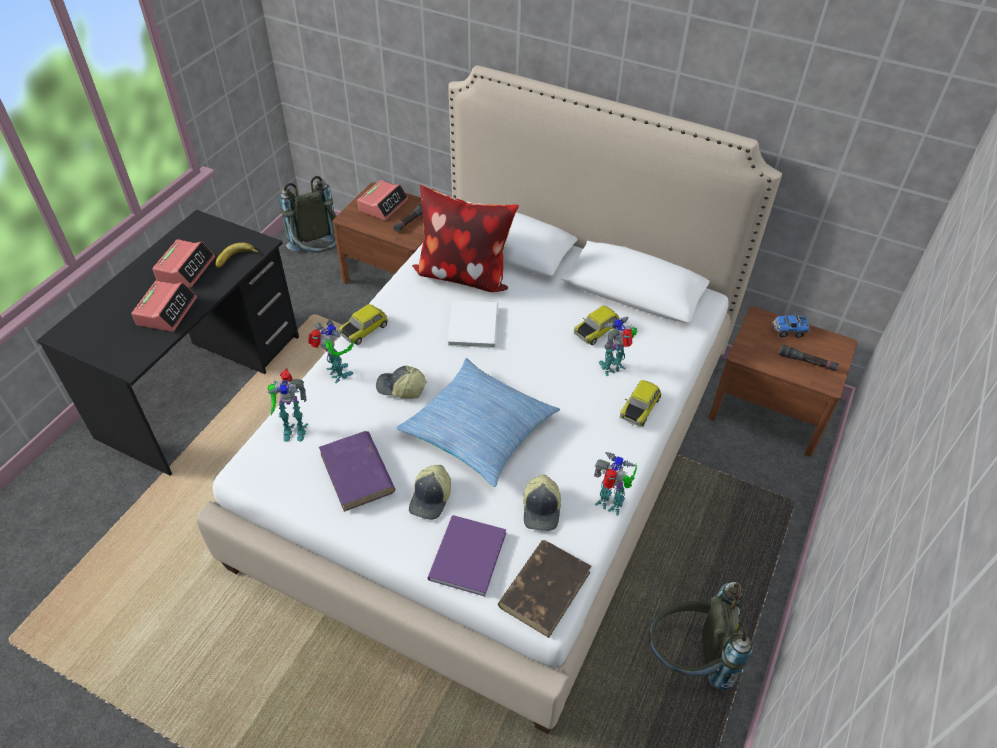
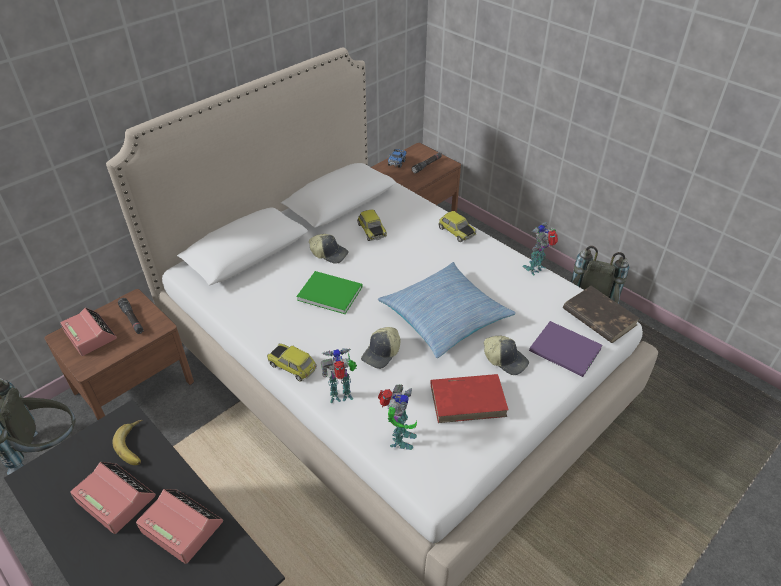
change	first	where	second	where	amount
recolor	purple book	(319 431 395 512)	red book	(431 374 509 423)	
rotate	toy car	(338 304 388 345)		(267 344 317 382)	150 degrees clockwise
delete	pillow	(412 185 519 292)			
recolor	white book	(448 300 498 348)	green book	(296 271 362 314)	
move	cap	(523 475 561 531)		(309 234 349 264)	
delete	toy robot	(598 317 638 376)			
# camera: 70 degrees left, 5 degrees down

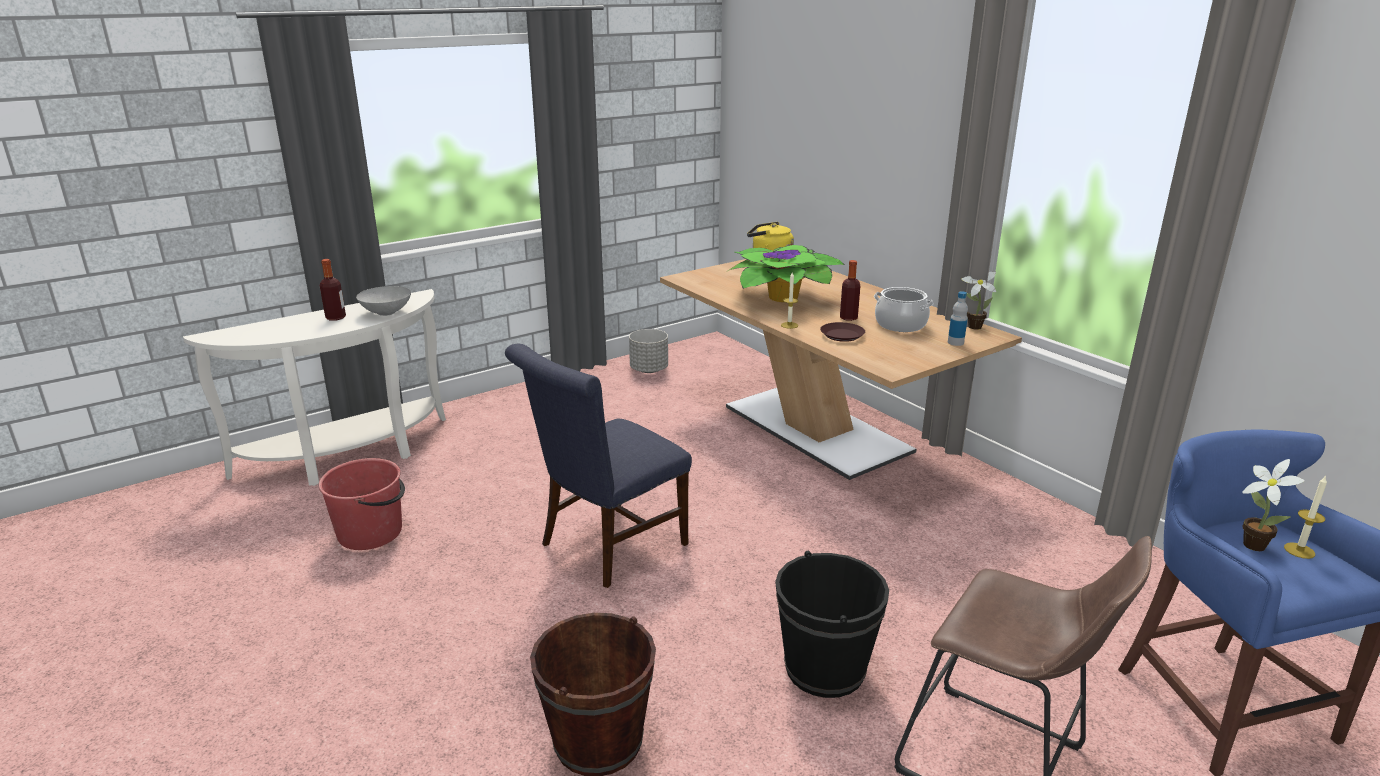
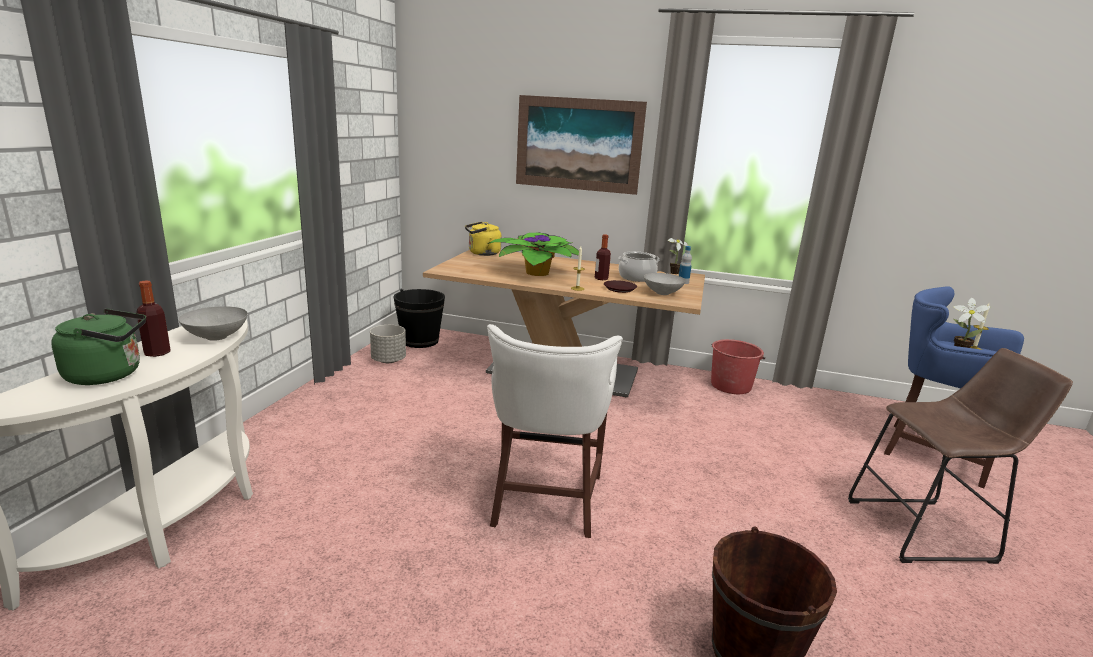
change	first	where	second	where	amount
move	red bucket	(319 458 405 550)		(711 339 765 394)	
replace	blue chair	(505 344 692 588)	white stool	(487 324 623 538)	
move	black bucket	(775 551 889 698)		(393 289 445 348)	
insert			green kettle	(51 309 146 385)	
insert			picture	(516 95 647 195)	
insert			grey bowl	(644 273 686 295)	
# camera: 40 degrees left, 5 degrees down

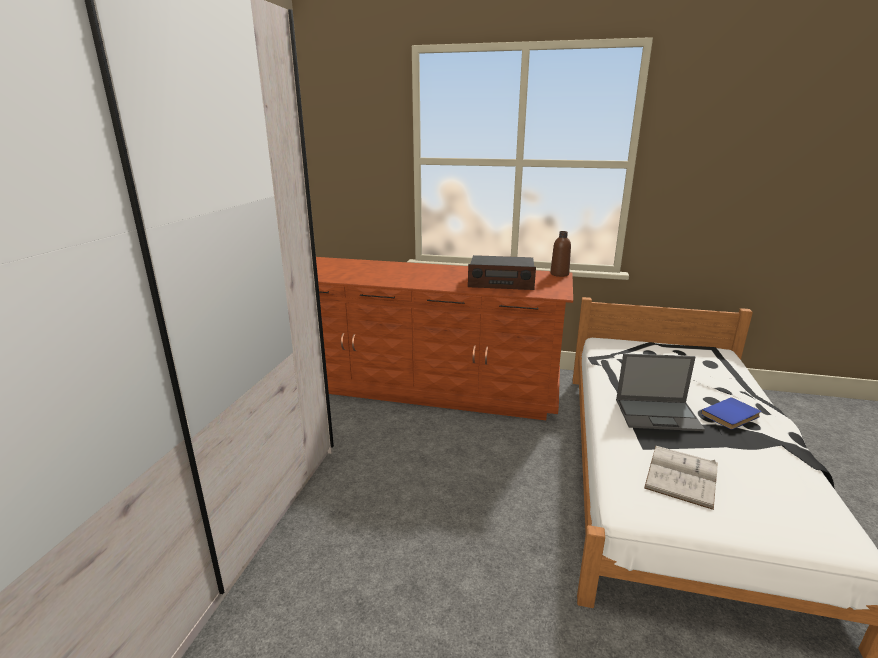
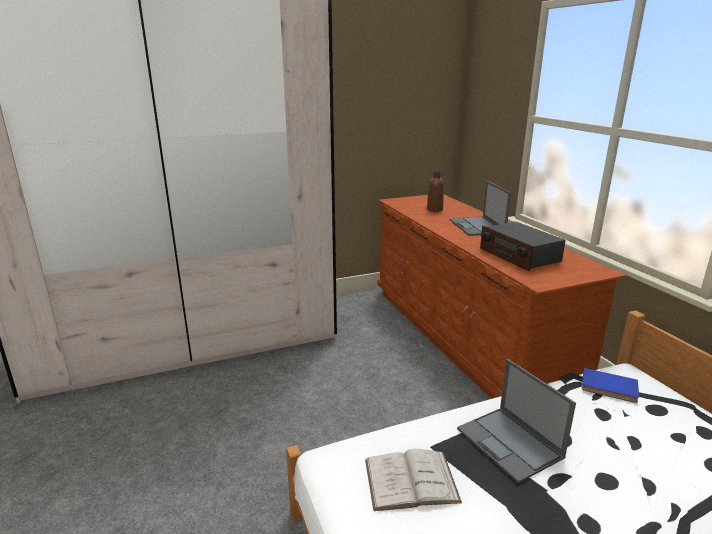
change	first	where	second	where	amount
move	brown bottle	(550 231 571 277)		(427 172 444 212)	
move	blue book	(701 397 761 430)		(582 368 639 403)	
insert			laptop	(450 181 511 236)	
# camera: 55 degrees right, 0 degrees up

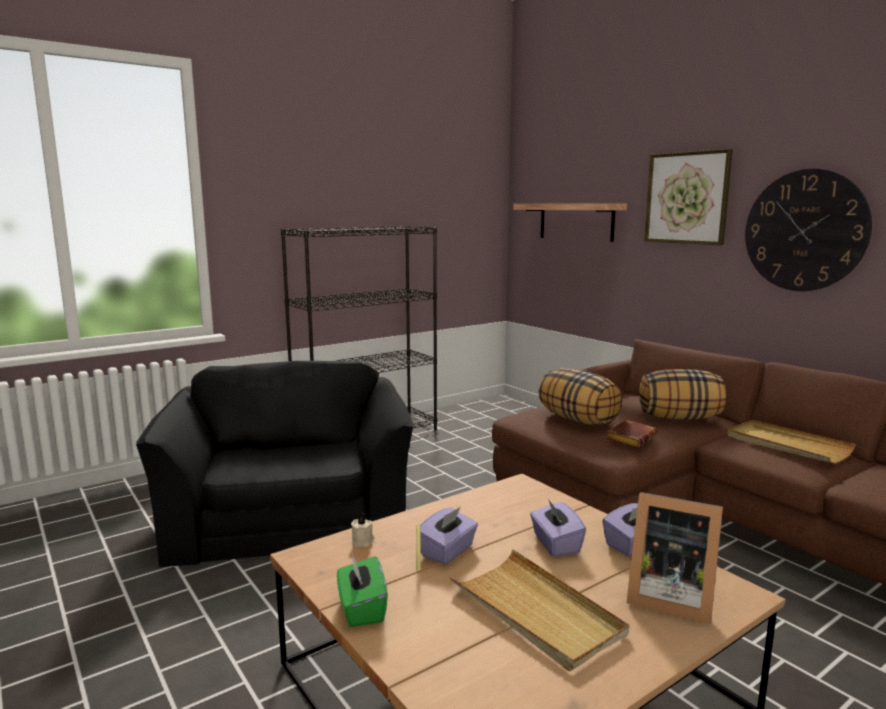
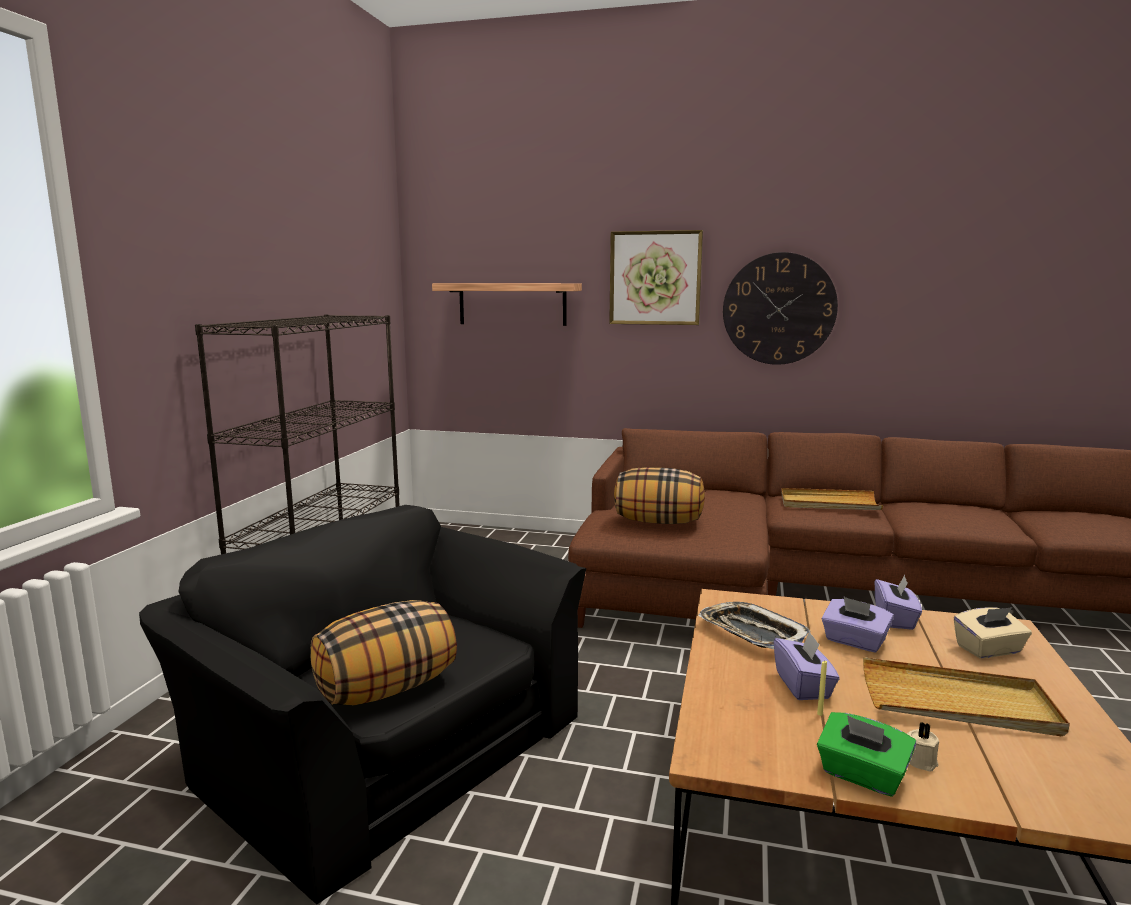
change	first	where	second	where	amount
move	beige candle	(351 513 374 547)		(907 722 939 771)	
delete	brown book	(606 420 657 448)			
replace	picture frame	(627 492 723 624)	beige tissue box	(954 607 1032 658)	
move	pillow	(639 369 726 420)		(310 600 457 705)	
insert			tray	(698 602 810 649)	
# camera: 40 degrees left, 0 degrees up

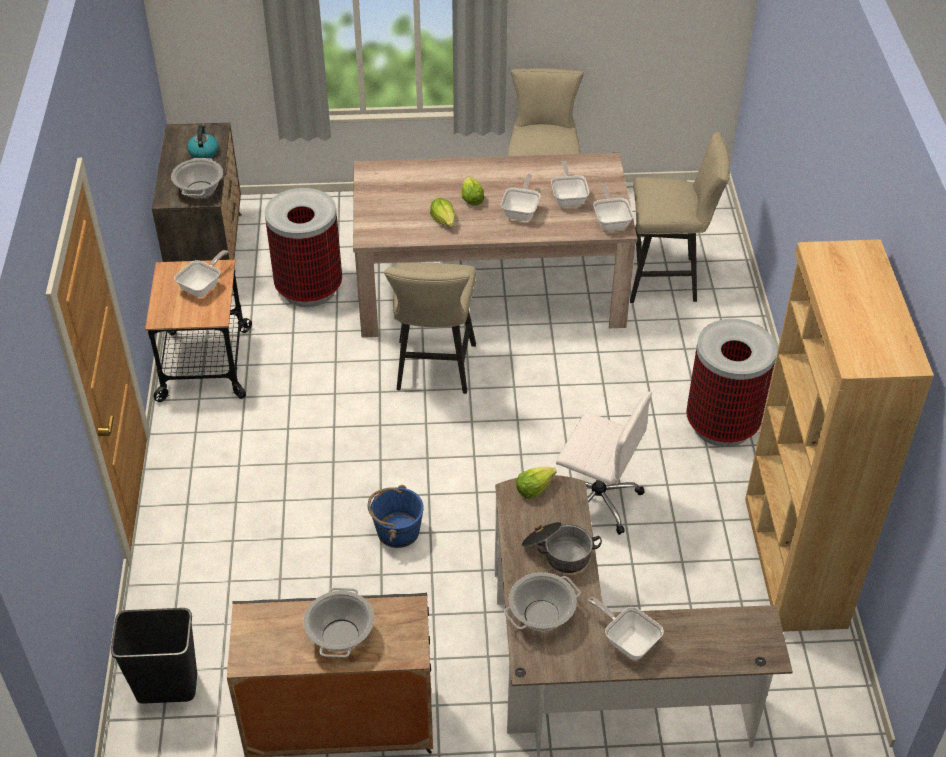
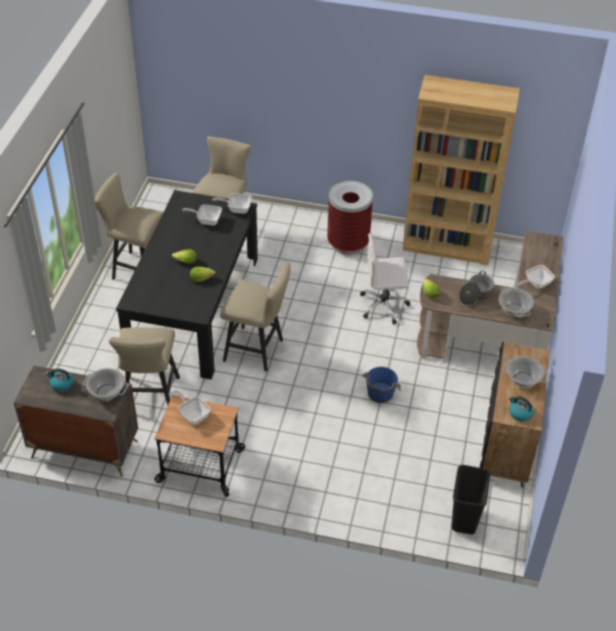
change	first	where	second	where	amount
replace	trash can	(265 188 342 307)	beige stool	(109 327 180 405)	
recolor	beige dining table	(353 153 637 337)	black dining table	(116 190 258 379)	
delete	frying pan	(501 174 540 221)			
rotate	white office chair	(556 392 652 535)		(360 233 410 325)	135 degrees counterclockwise
insert			kettle	(509 396 534 421)	
# camera: 75 degrees left, 0 degrees up

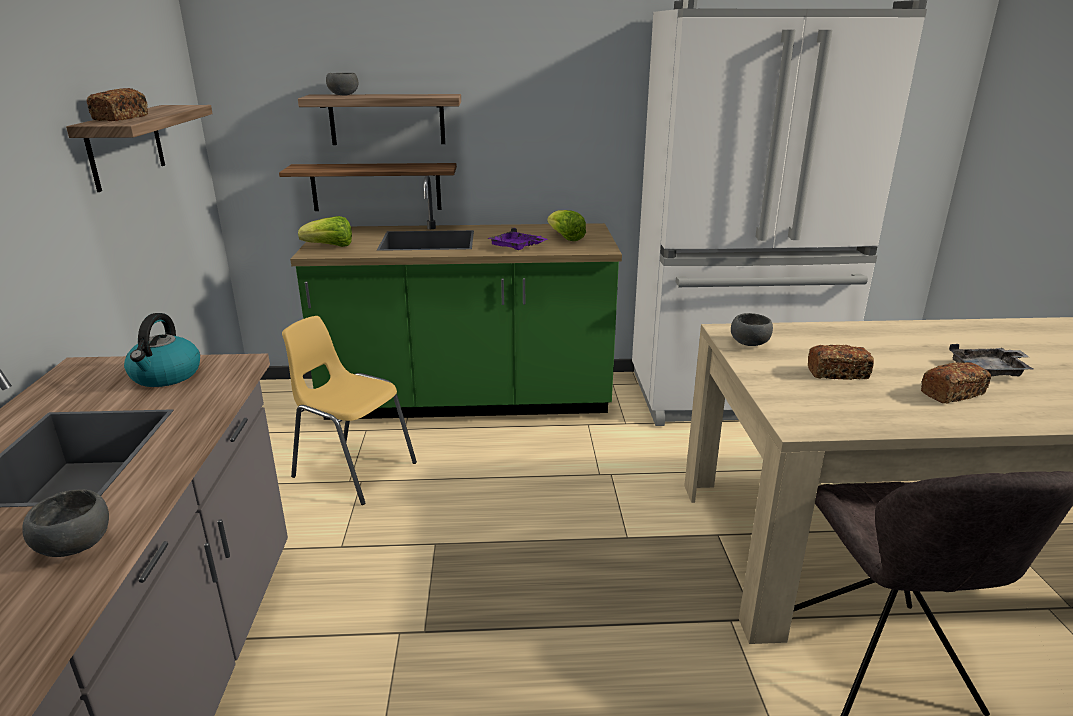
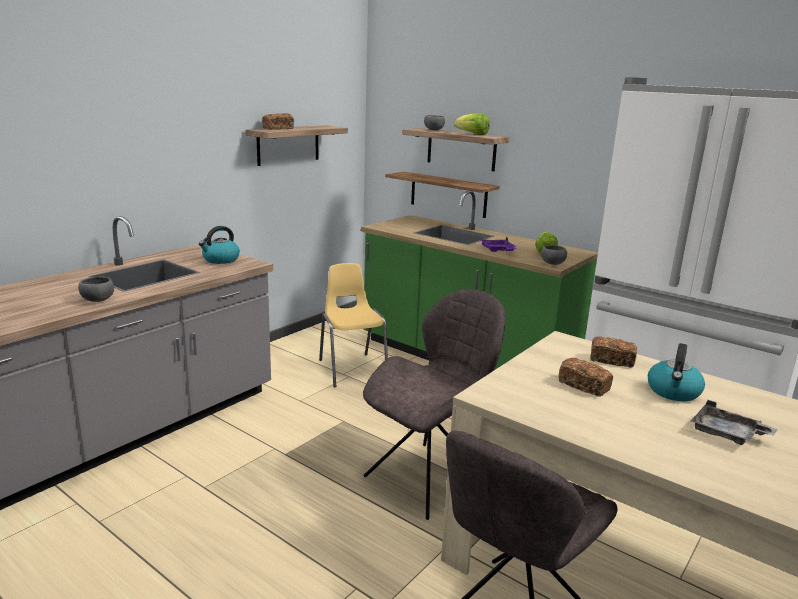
change	first	where	second	where	amount
move	lettuce	(298 216 352 247)		(454 113 490 135)	
move	grey bowl	(731 313 773 346)		(541 245 567 265)	
move	bread	(921 362 991 404)		(590 336 637 368)	
insert			grey chair	(363 289 506 520)	
insert			kettle	(648 343 705 401)	
# camera: 40 degrees right, 5 degrees down

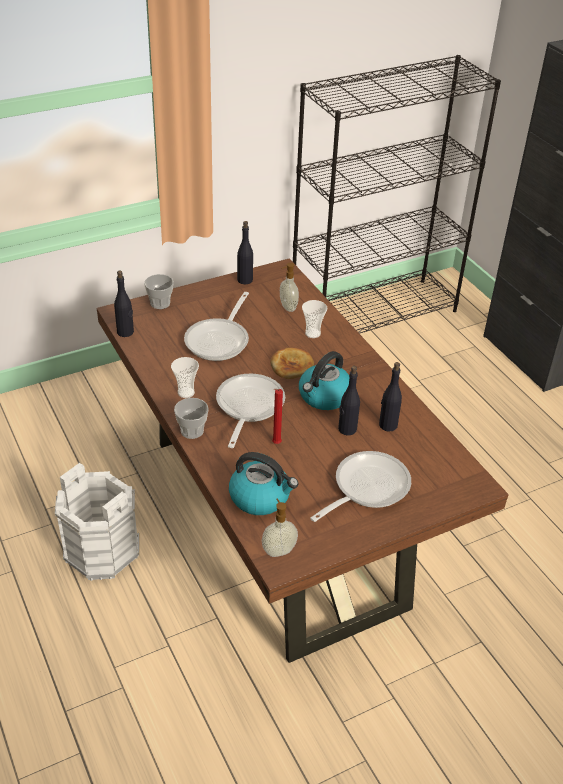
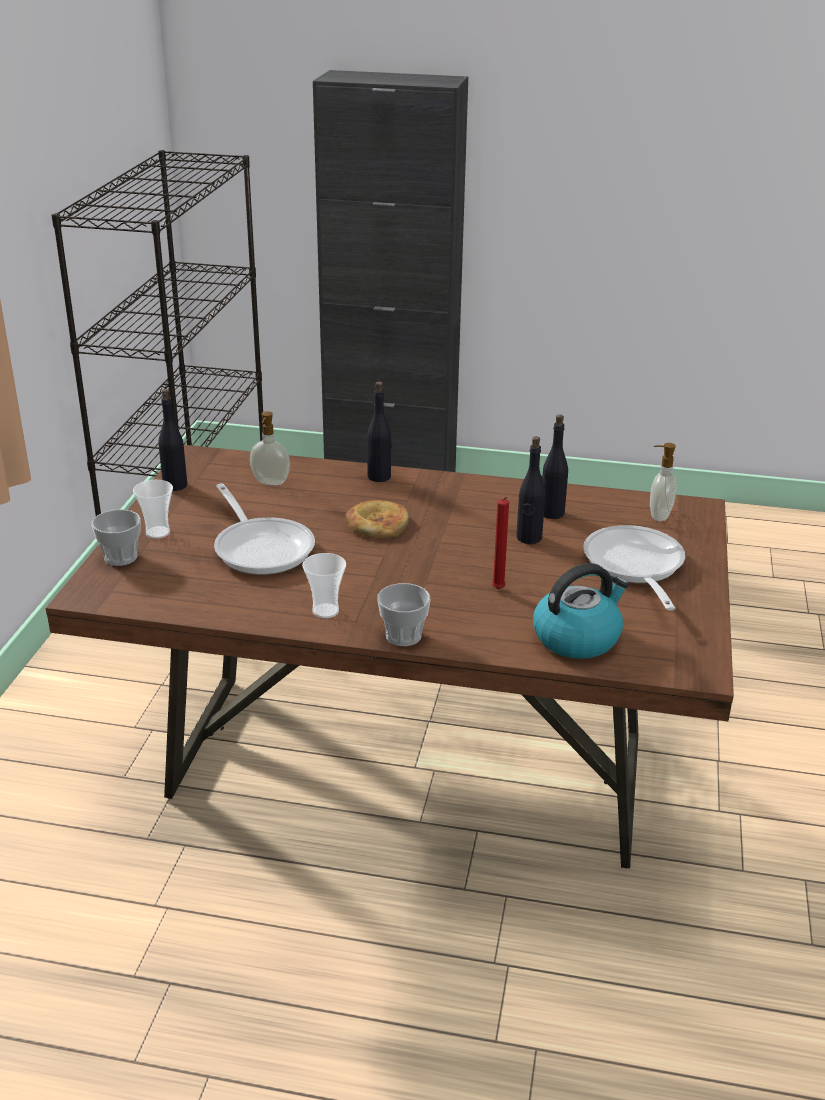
change	first	where	second	where	amount
delete	white bucket	(55 463 139 581)			
move	black bottle	(114 271 134 337)		(367 382 392 482)	
delete	frying pan	(216 374 285 448)			
move	soap dispenser	(262 498 298 557)		(650 443 677 521)	
delete	kettle	(299 351 350 410)			
move	cup	(302 300 328 338)		(133 480 173 539)	
# camera: 50 degrees left, 10 degrees down

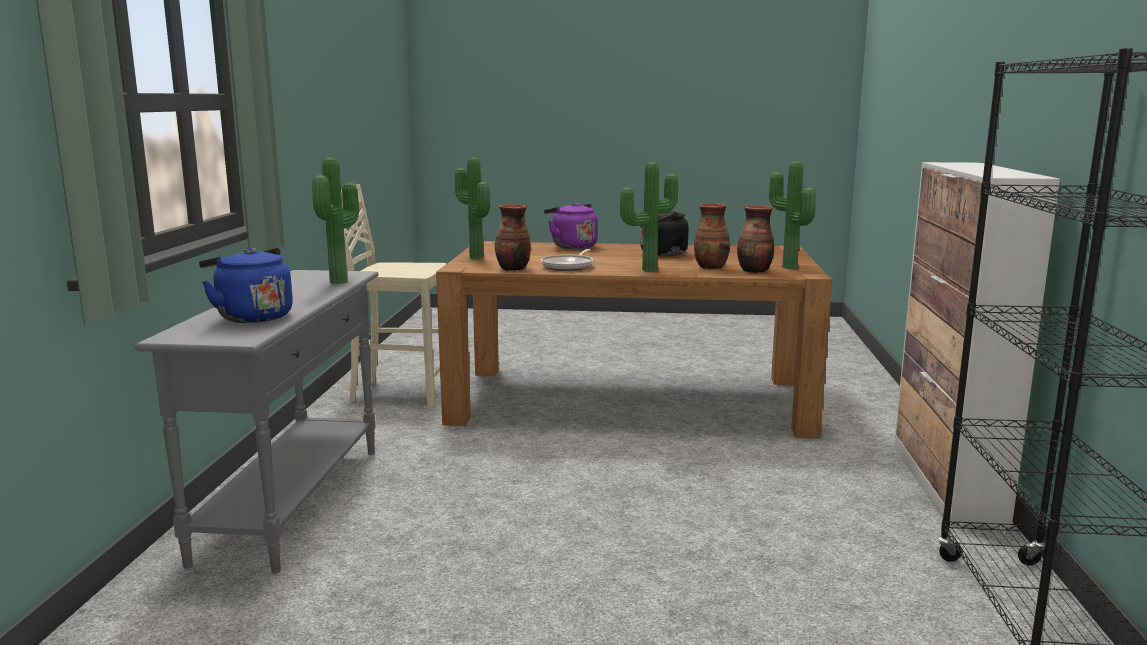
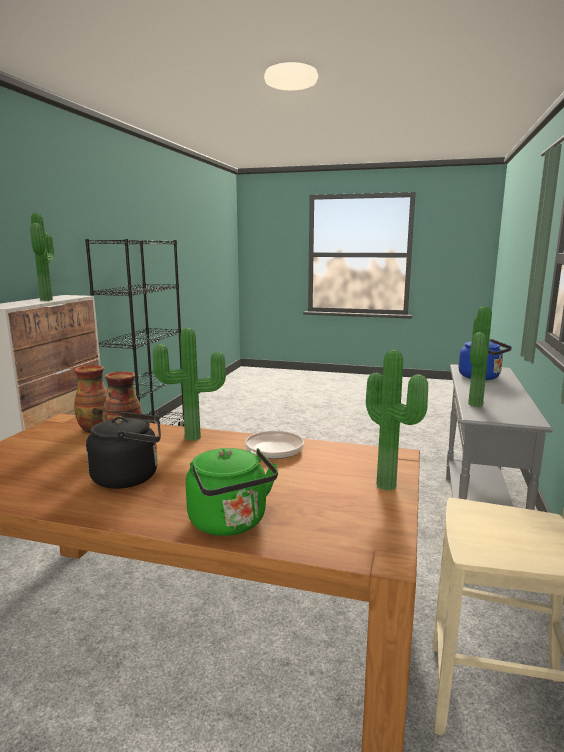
change	first	where	second	where	amount
delete	vase	(495 204 531 271)			
recolor	purple kettle	(544 202 598 249)	green kettle	(186 448 278 536)	
move	potted plant	(769 161 816 269)		(30 213 54 301)	
# camera: 170 degrees left, 0 degrees up

